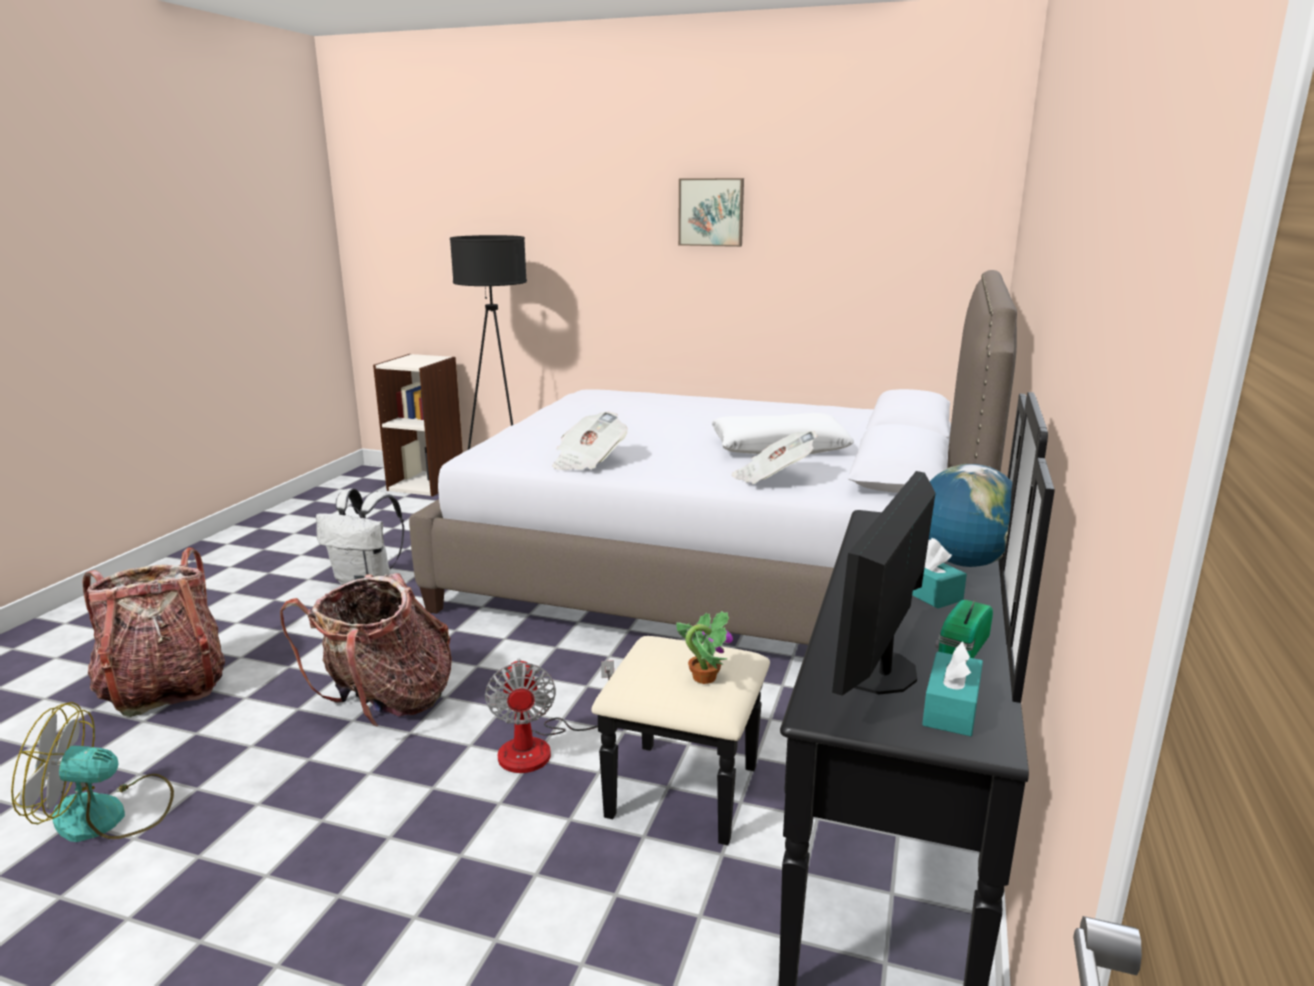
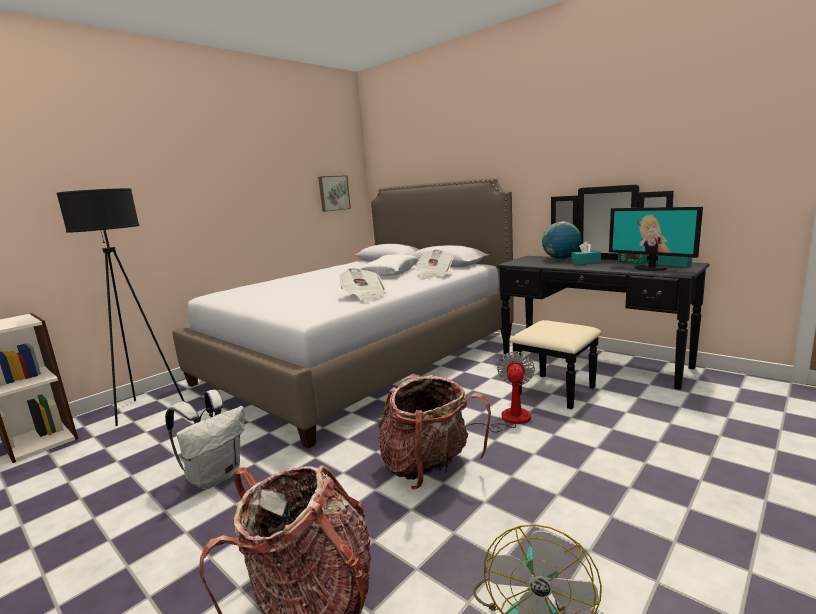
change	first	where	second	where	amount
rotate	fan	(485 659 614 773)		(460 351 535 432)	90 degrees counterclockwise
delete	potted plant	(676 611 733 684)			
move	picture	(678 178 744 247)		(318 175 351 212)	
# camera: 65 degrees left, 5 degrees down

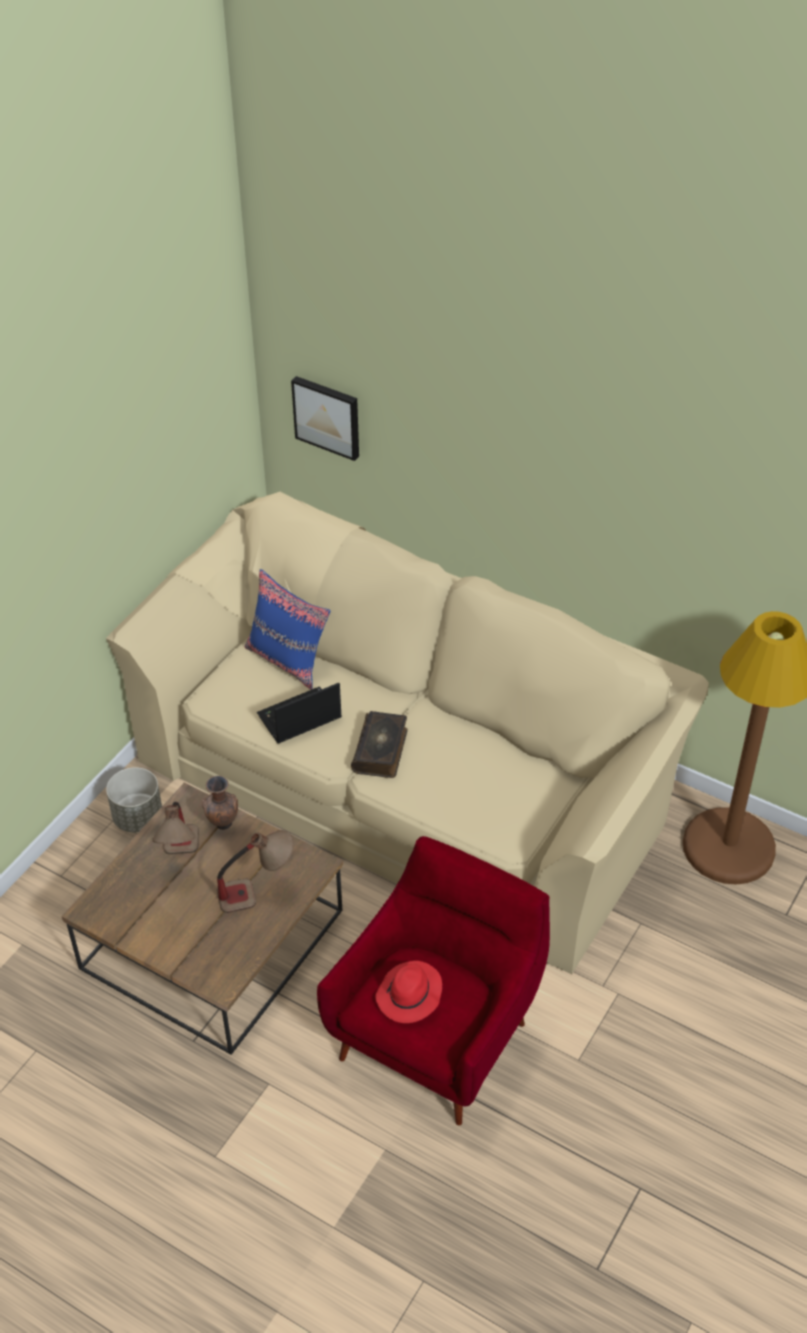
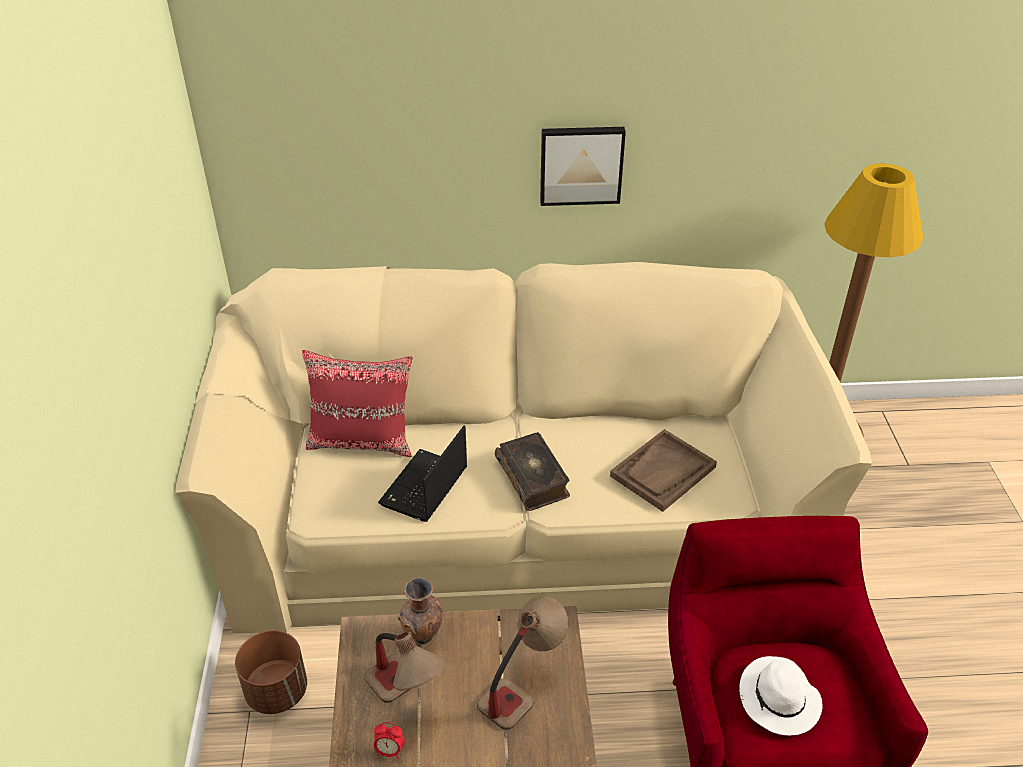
change	first	where	second	where	amount
recolor	grey planter	(106 767 162 832)	brown planter	(235 630 307 714)	
recolor	blue pillow	(245 569 330 690)	red pillow	(302 350 413 457)	
move	picture	(291 376 359 461)		(540 127 626 206)	
recolor	red hat	(375 961 442 1023)	white hat	(739 656 823 736)	
insert			alarm clock	(374 722 405 759)	
insert			brown tray	(610 429 717 512)	
# camera: 35 degrees left, 5 degrees down

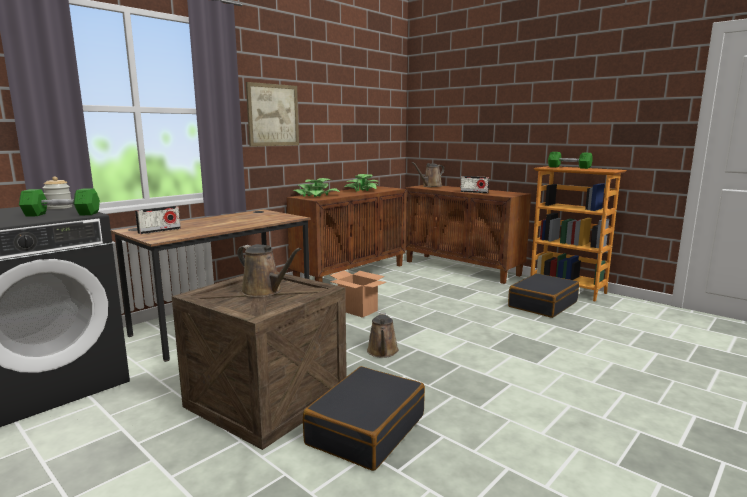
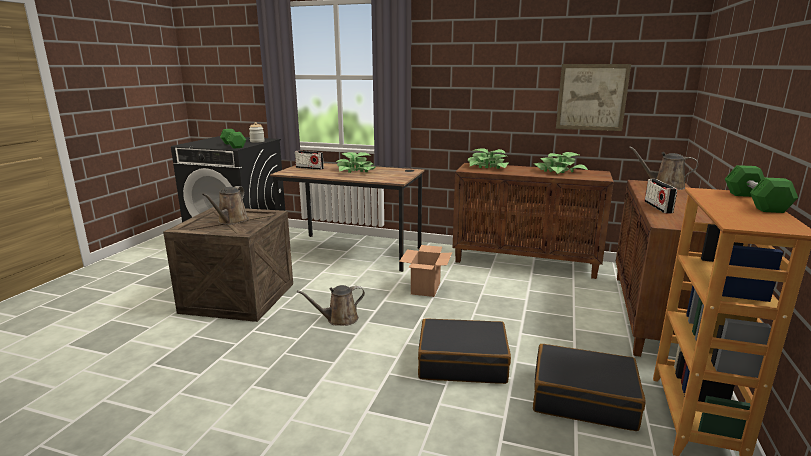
change	first	where	second	where	amount
move	picture	(246 82 299 147)		(556 64 631 131)	
move	black suitcase	(303 366 425 471)		(418 318 511 384)	
insert			potted plant	(336 152 376 173)	
# camera: 65 degrees right, 5 degrees up

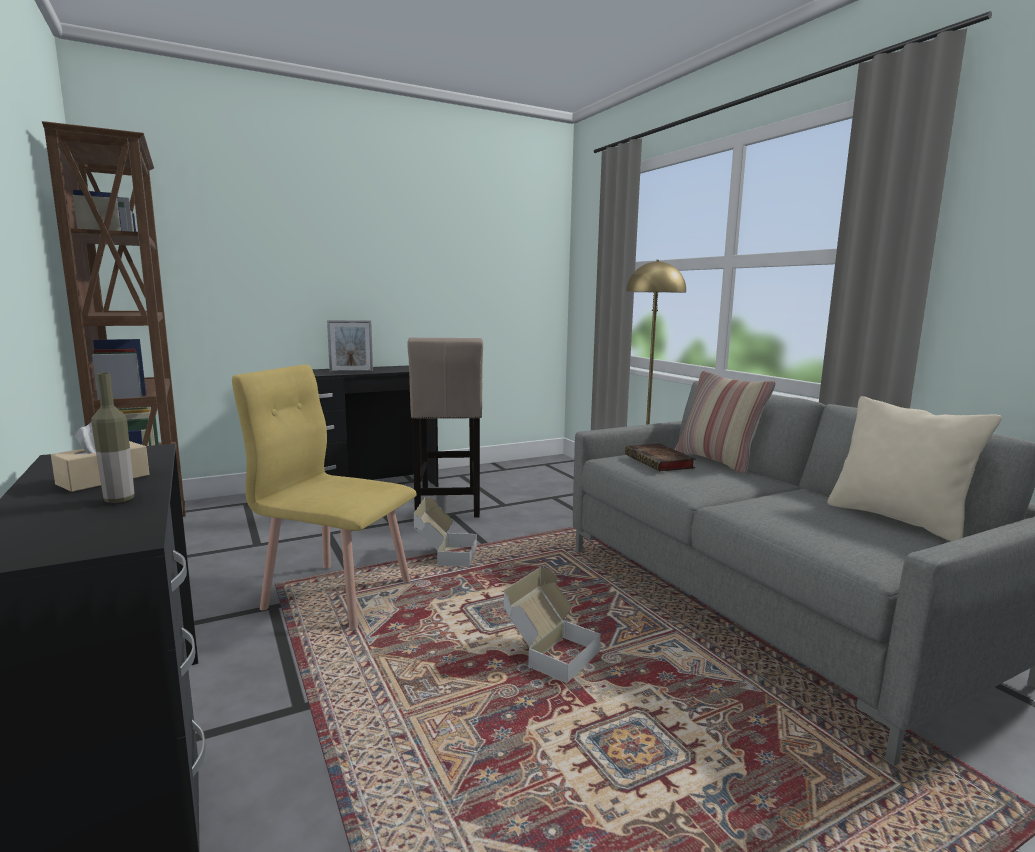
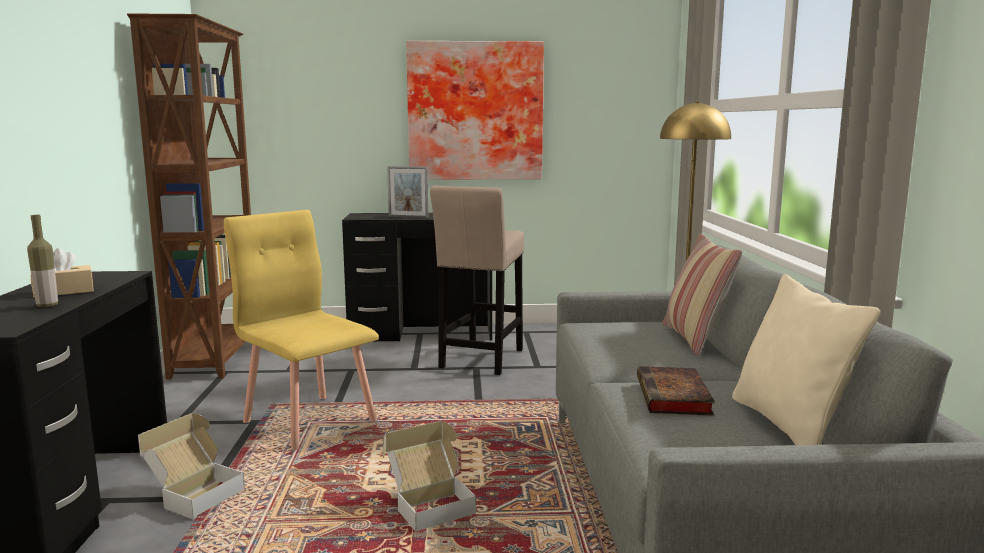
change	first	where	second	where	amount
move	cardboard box	(414 498 477 567)		(138 413 245 519)	
move	book	(625 444 696 471)		(637 366 715 416)	
insert			picture	(406 41 544 180)	
# camera: 25 degrees right, 0 degrees up

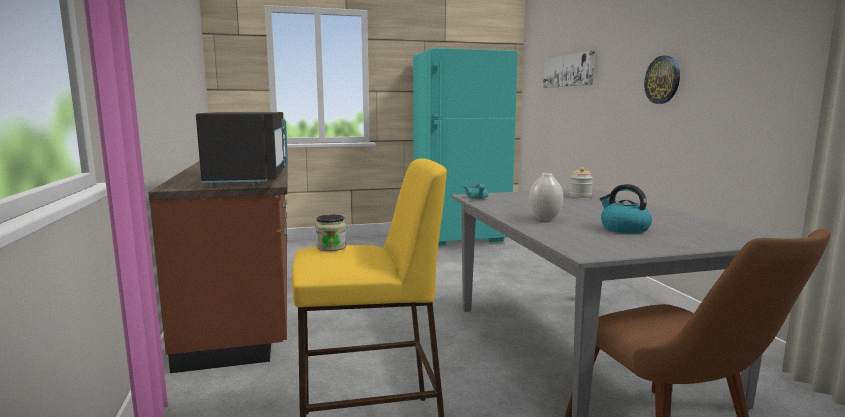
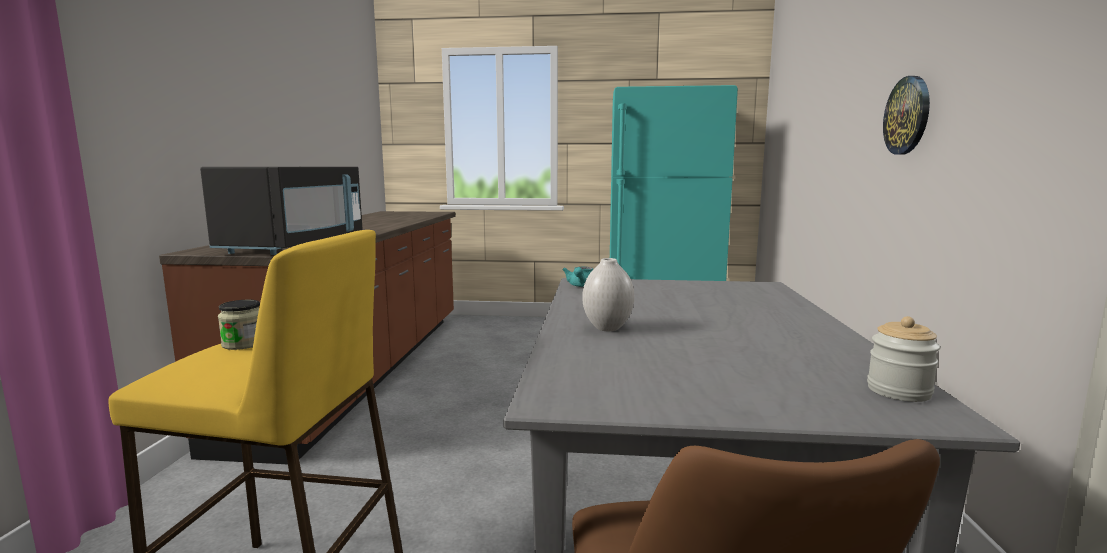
change	first	where	second	where	amount
delete	picture	(543 51 595 88)			
move	jar	(569 167 593 198)		(867 316 940 402)	
delete	kettle	(600 184 652 234)			
# camera: 20 degrees right, 0 degrees up

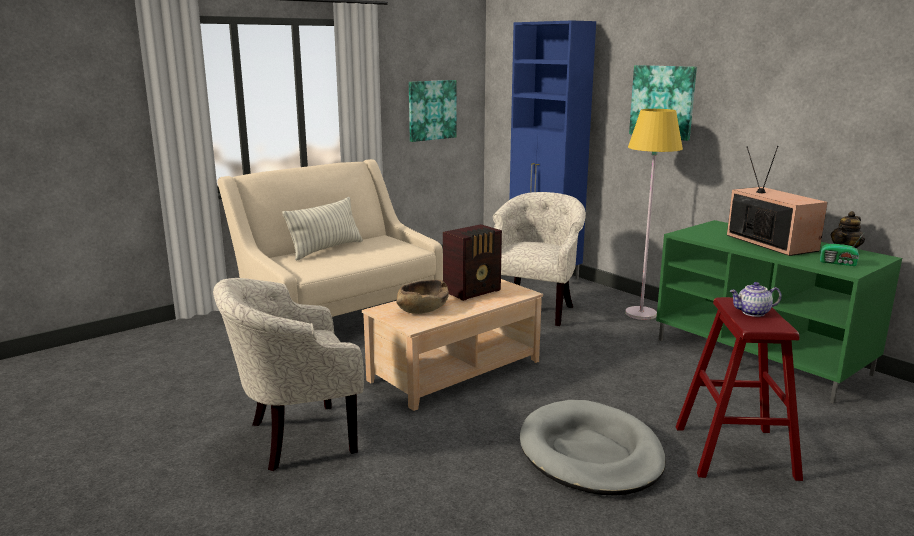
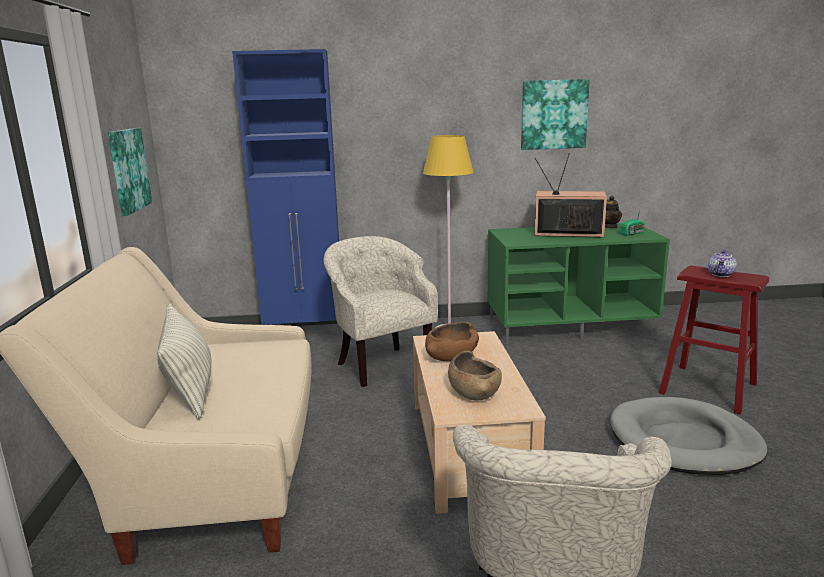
change	first	where	second	where	amount
replace	radio	(443 224 502 301)	brown bowl	(425 322 479 361)	
move	picture	(629 65 697 141)		(521 79 590 150)	
# camera: 55 degrees left, 0 degrees up

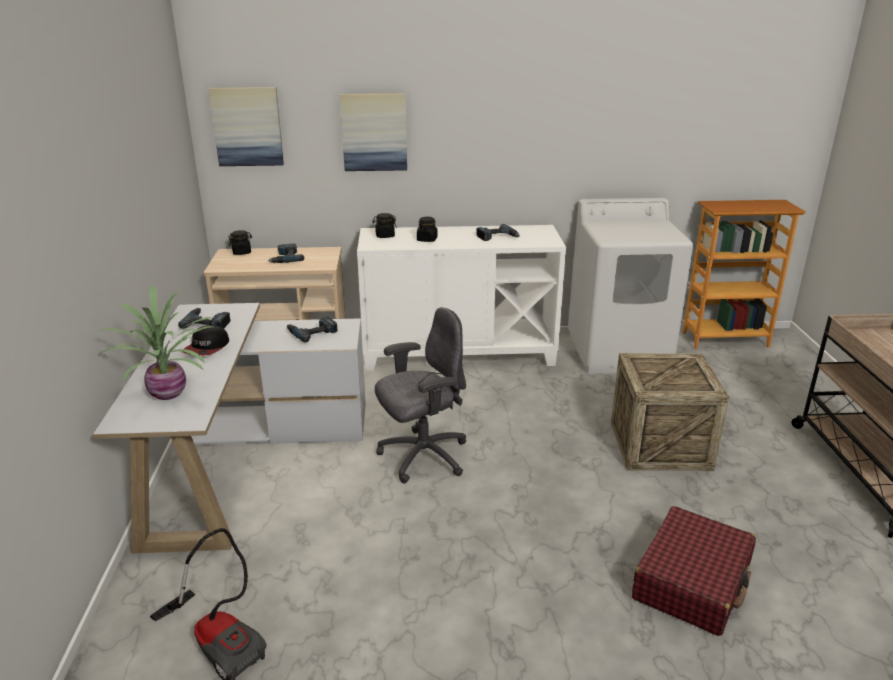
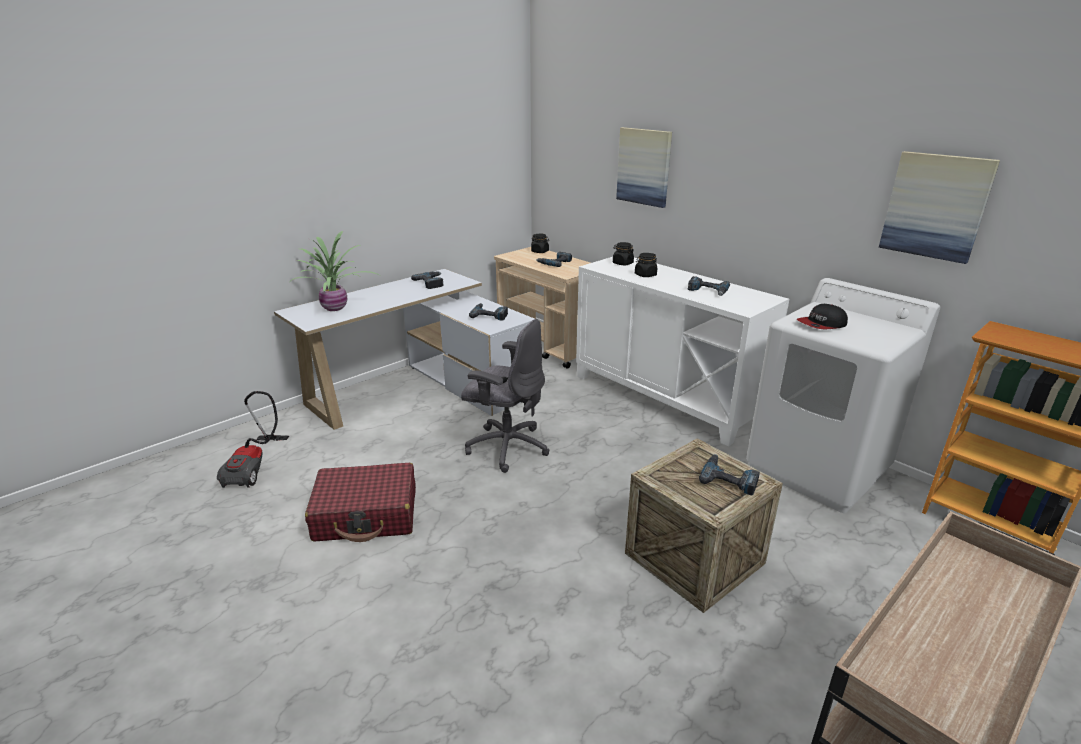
change	first	where	second	where	amount
move	cap	(183 325 229 356)		(797 304 848 329)	
move	picture	(208 87 284 166)		(879 151 1000 264)	
move	red suitcase	(632 506 756 636)		(305 463 416 542)	
insert			power drill	(699 454 760 495)	
# camera: 50 degrees right, 0 degrees up

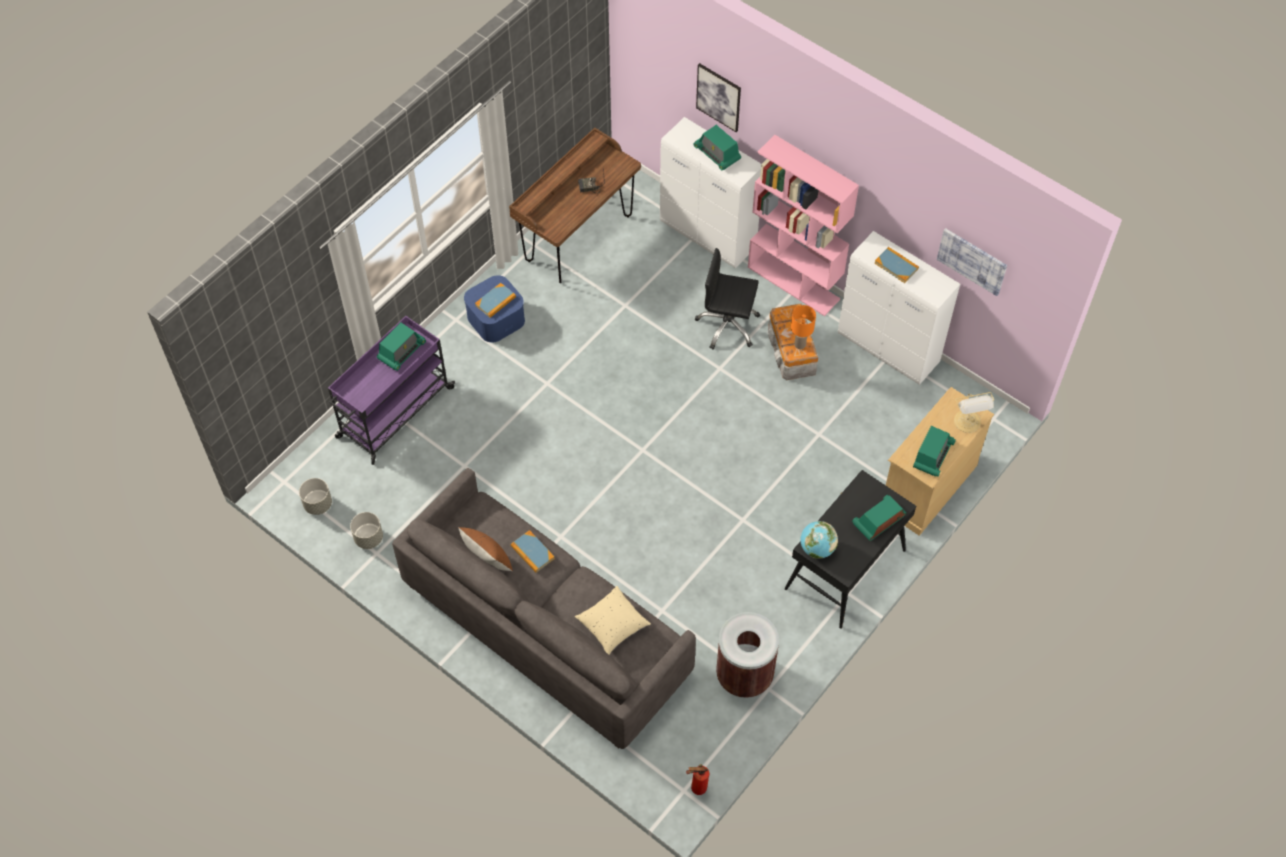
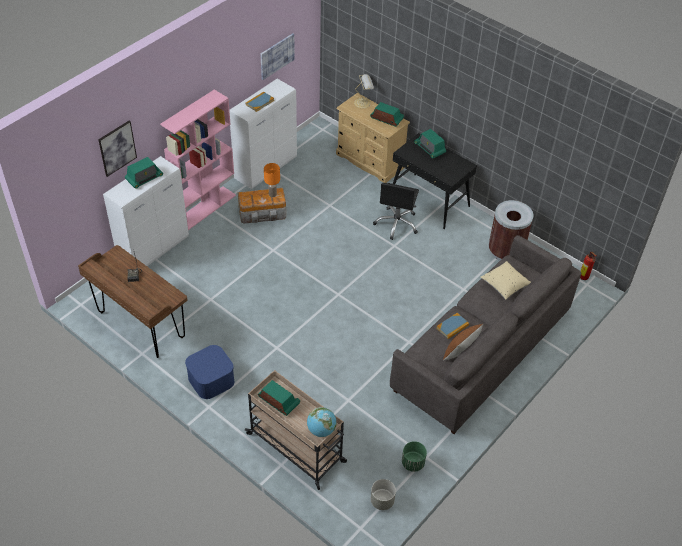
change	first	where	second	where	amount
recolor	purple cart	(328 316 455 465)	beige cart	(245 370 347 490)	
recolor	grey planter	(350 512 383 549)	green planter	(402 441 427 472)	
delete	book	(475 283 516 318)			
move	black office chair	(695 248 760 349)		(373 183 419 240)	
move	globe	(801 521 838 559)		(307 407 336 437)	
# camera: 90 degrees left, 10 degrees down

